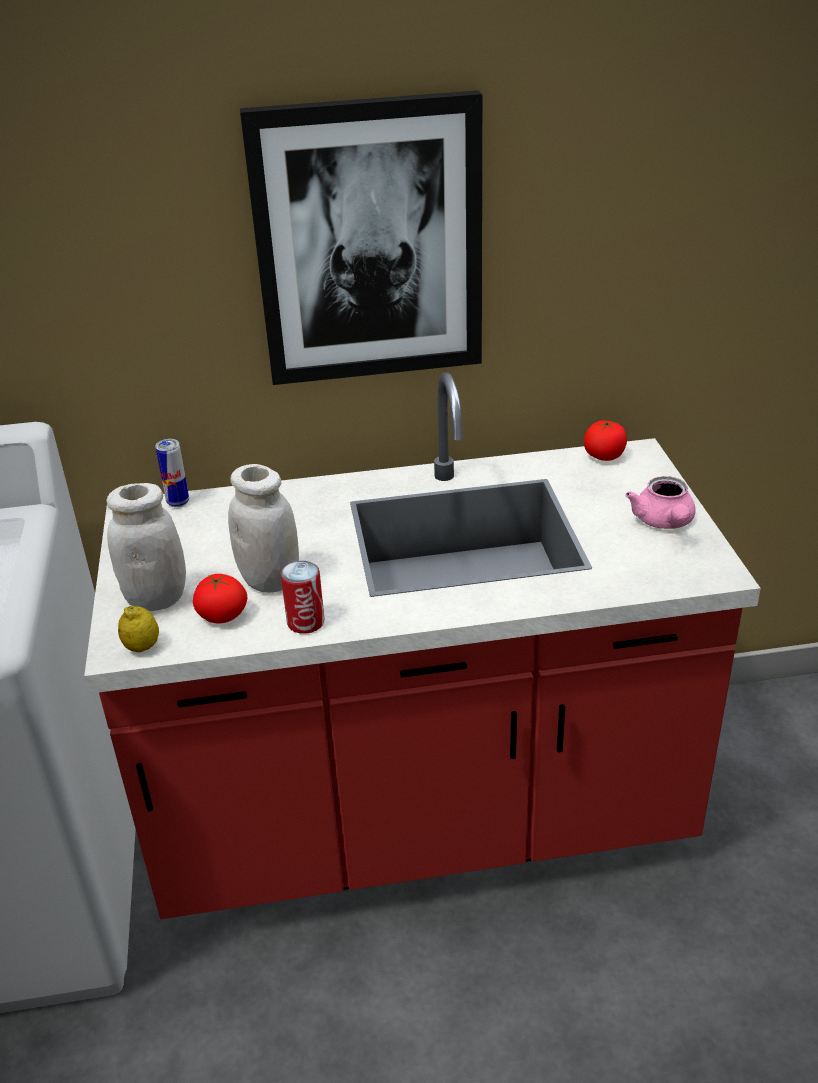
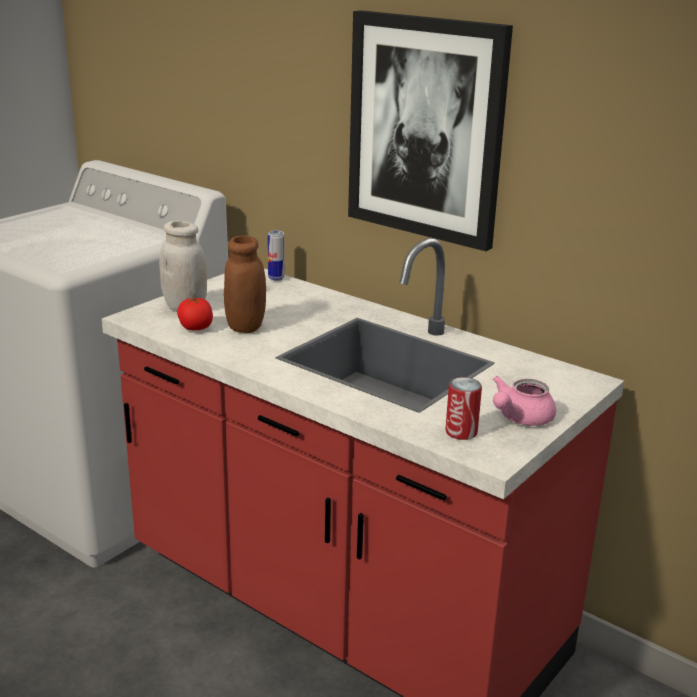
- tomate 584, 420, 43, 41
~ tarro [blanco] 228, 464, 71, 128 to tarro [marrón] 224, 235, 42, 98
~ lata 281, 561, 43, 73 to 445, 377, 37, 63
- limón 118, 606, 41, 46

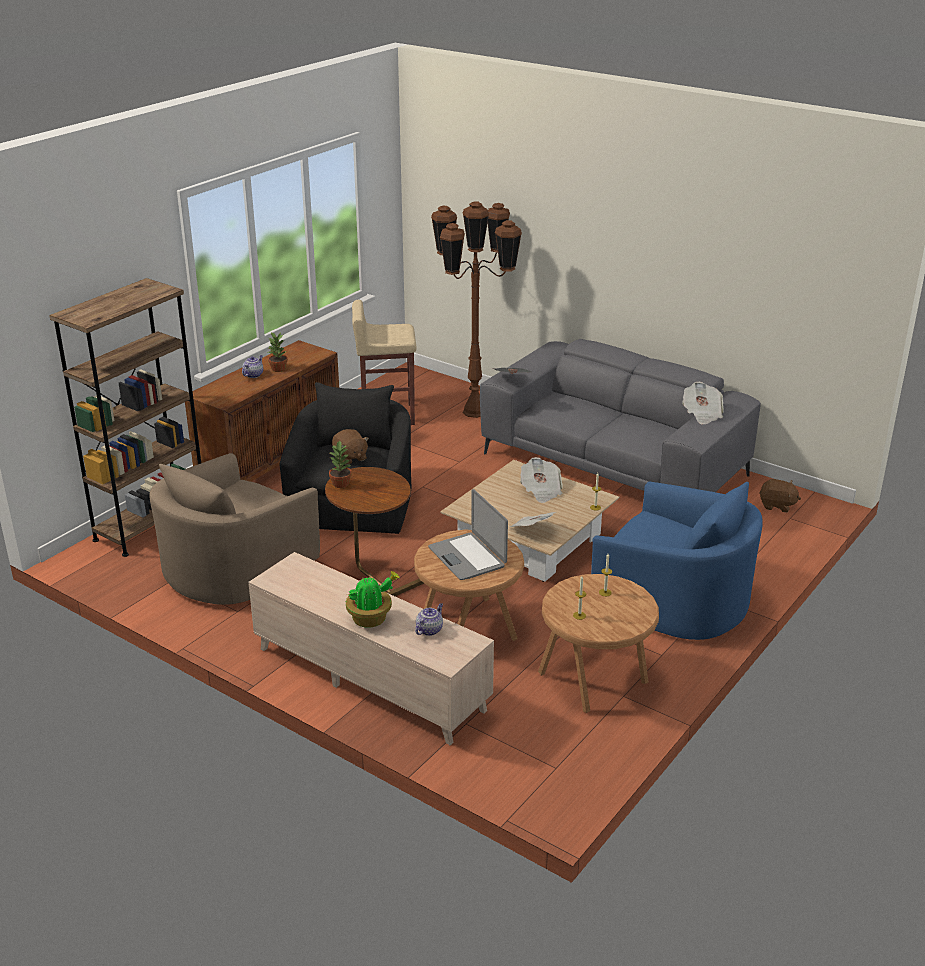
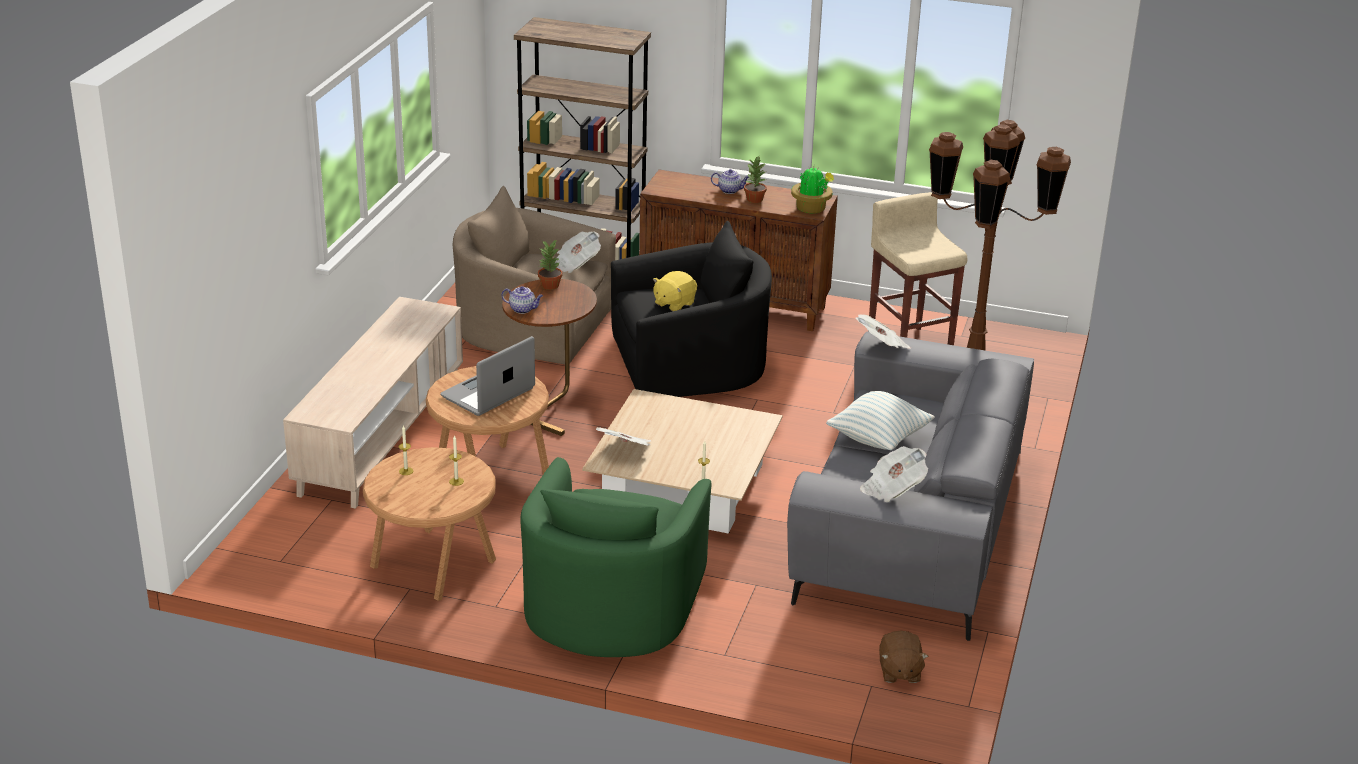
~ peluche [marrón] 332, 429, 37, 36 to peluche [amarillo] 653, 271, 44, 40
~ periódico 520, 457, 43, 46 to 554, 232, 47, 41
~ sillón [azul] 591, 481, 172, 159 to sillón [verde] 520, 457, 191, 200
~ planta en maceta 346, 571, 54, 57 to 791, 166, 43, 48
~ tetera 415, 603, 28, 33 to 502, 286, 41, 28
+ cojín 826, 391, 109, 59

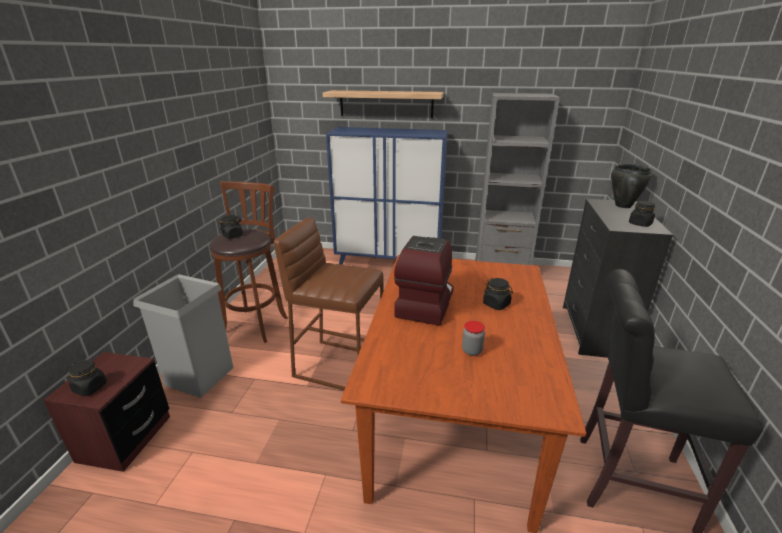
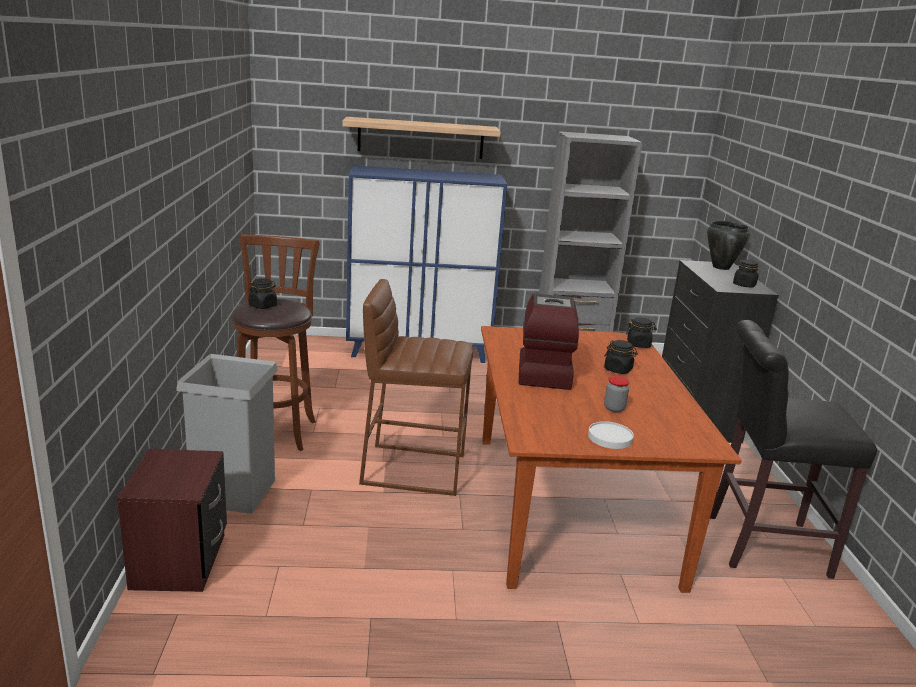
~ tarro [negro] 69, 360, 38, 36 to 626, 318, 31, 30
+ plato [blanco] 588, 421, 46, 28

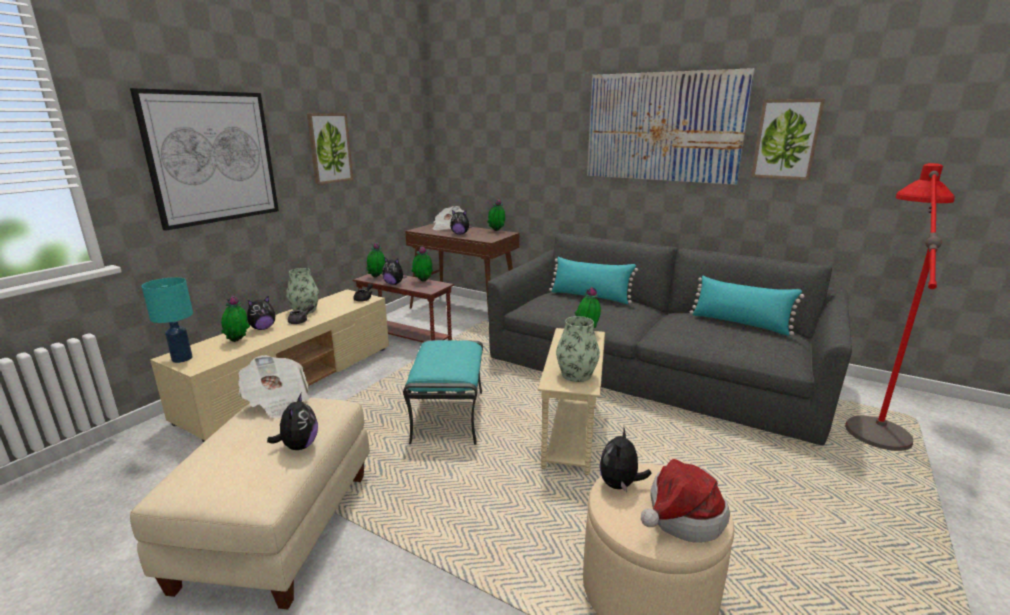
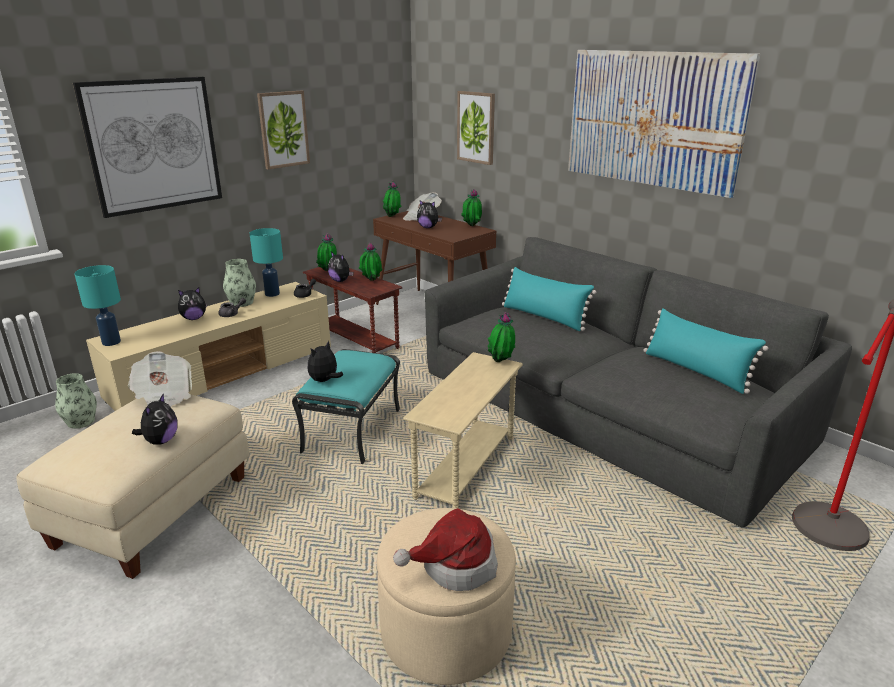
~ cuadro 751, 99, 74, 81 to 457, 91, 38, 74
~ planta en maceta 221, 296, 29, 46 to 383, 181, 19, 36
~ florero 556, 316, 44, 66 to 55, 373, 42, 56
~ peluche 600, 428, 51, 64 to 308, 340, 35, 42
+ lámpara de mesa [turquesa] 249, 228, 34, 69

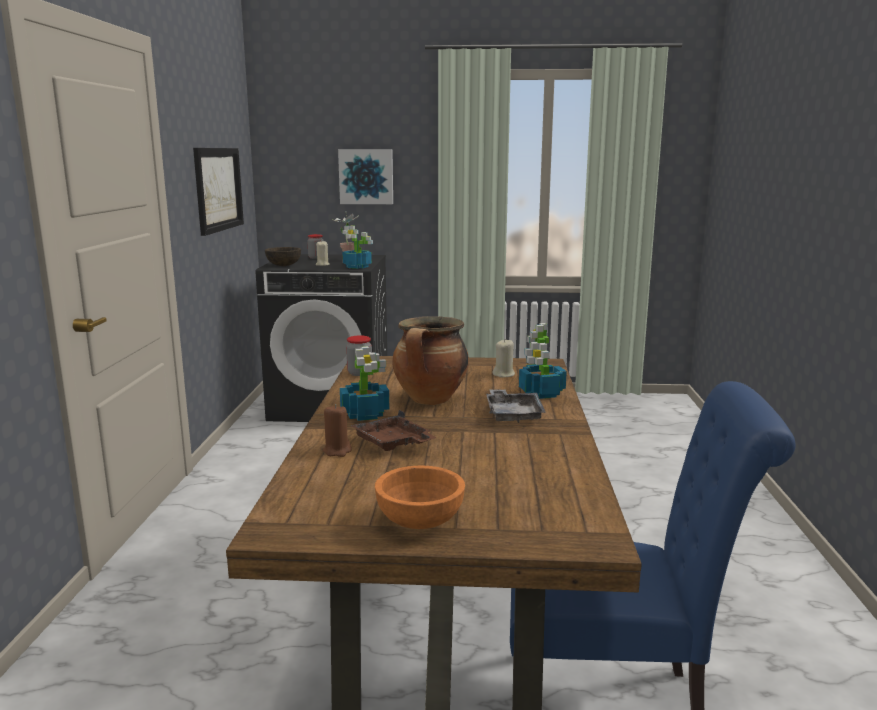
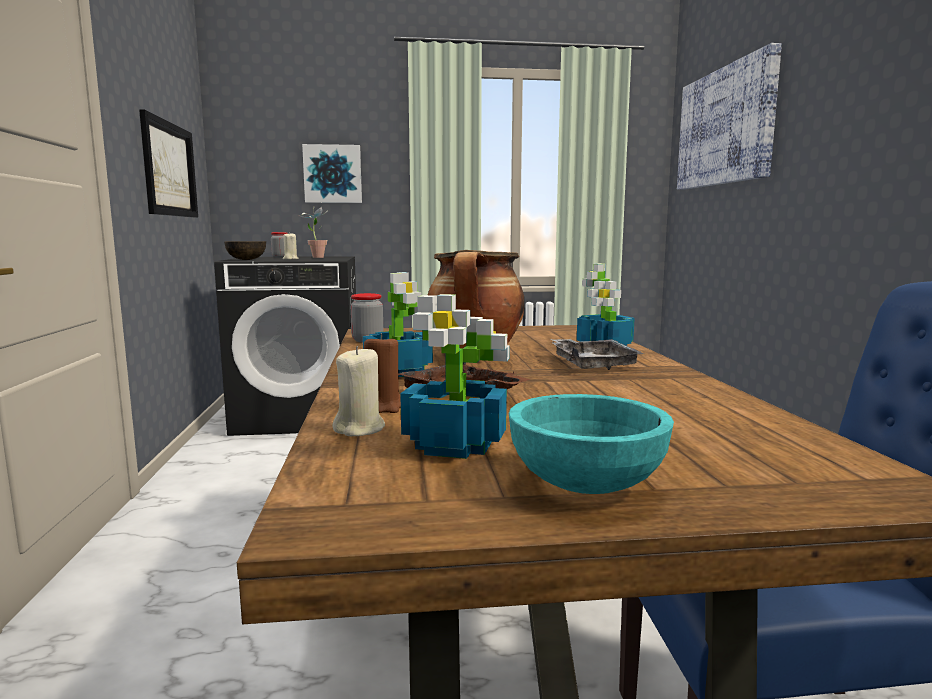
~ planta en maceta 342, 225, 31, 44 to 400, 294, 110, 165
~ vela [beis] 492, 340, 23, 37 to 332, 346, 53, 90
~ cuenco [naranja] 375, 466, 90, 63 to cuenco [turquesa] 509, 394, 165, 100
+ cuadro 677, 43, 105, 147

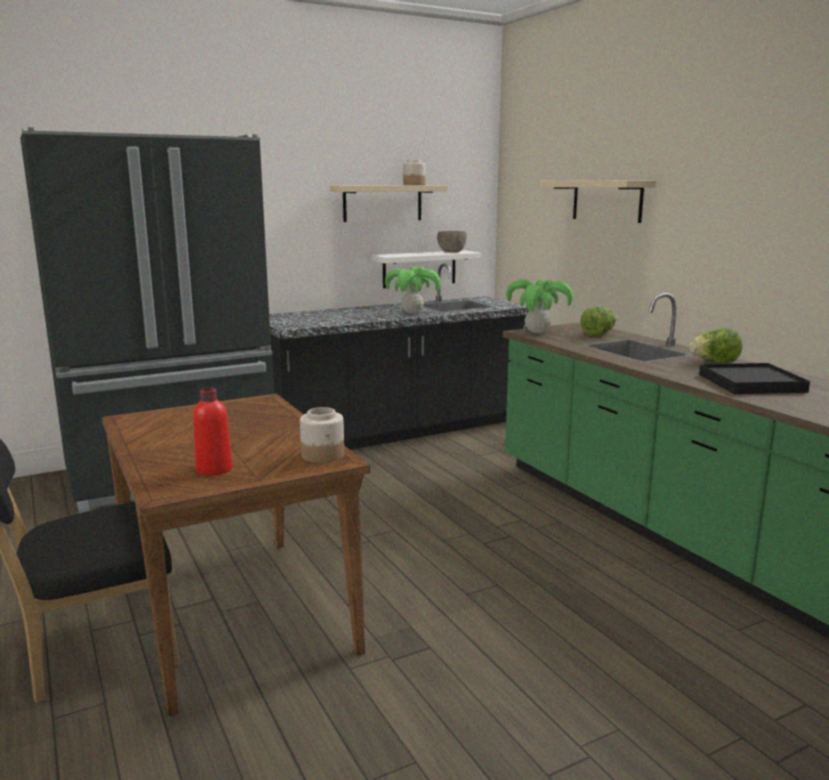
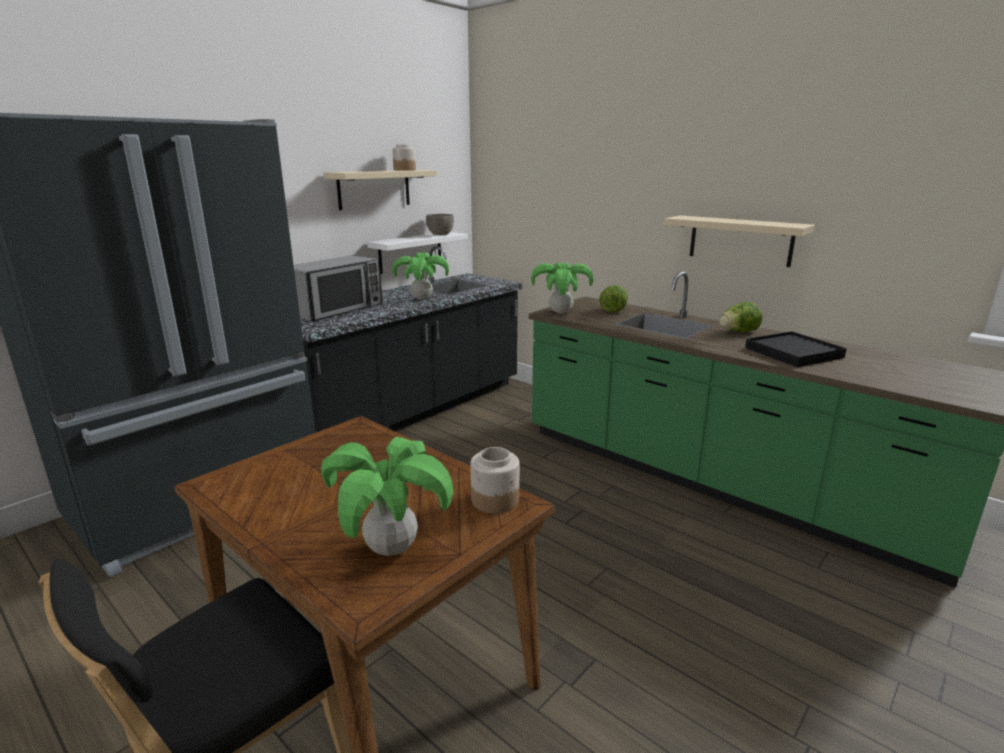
~ estante [beis] 540, 180, 116, 43 to 663, 216, 152, 51
~ botella [rojo] 193, 388, 40, 87 to planta en maceta 321, 437, 133, 119
+ microondas 294, 255, 89, 66

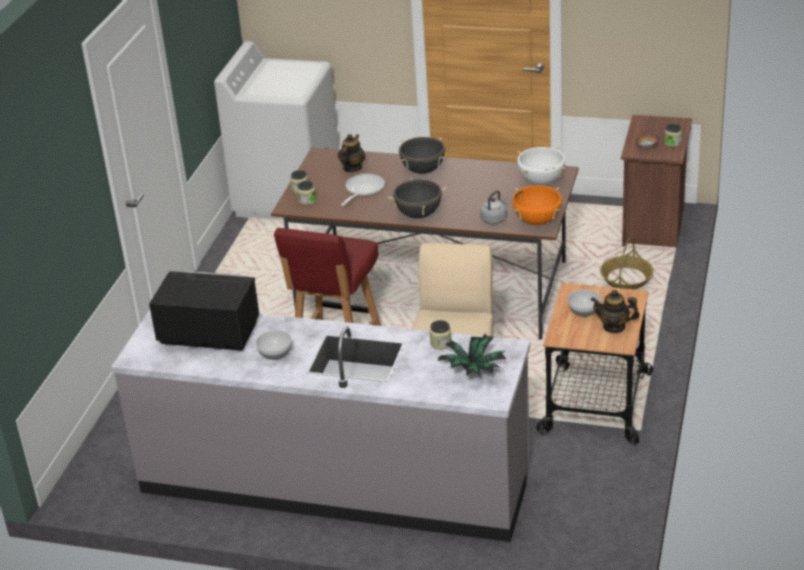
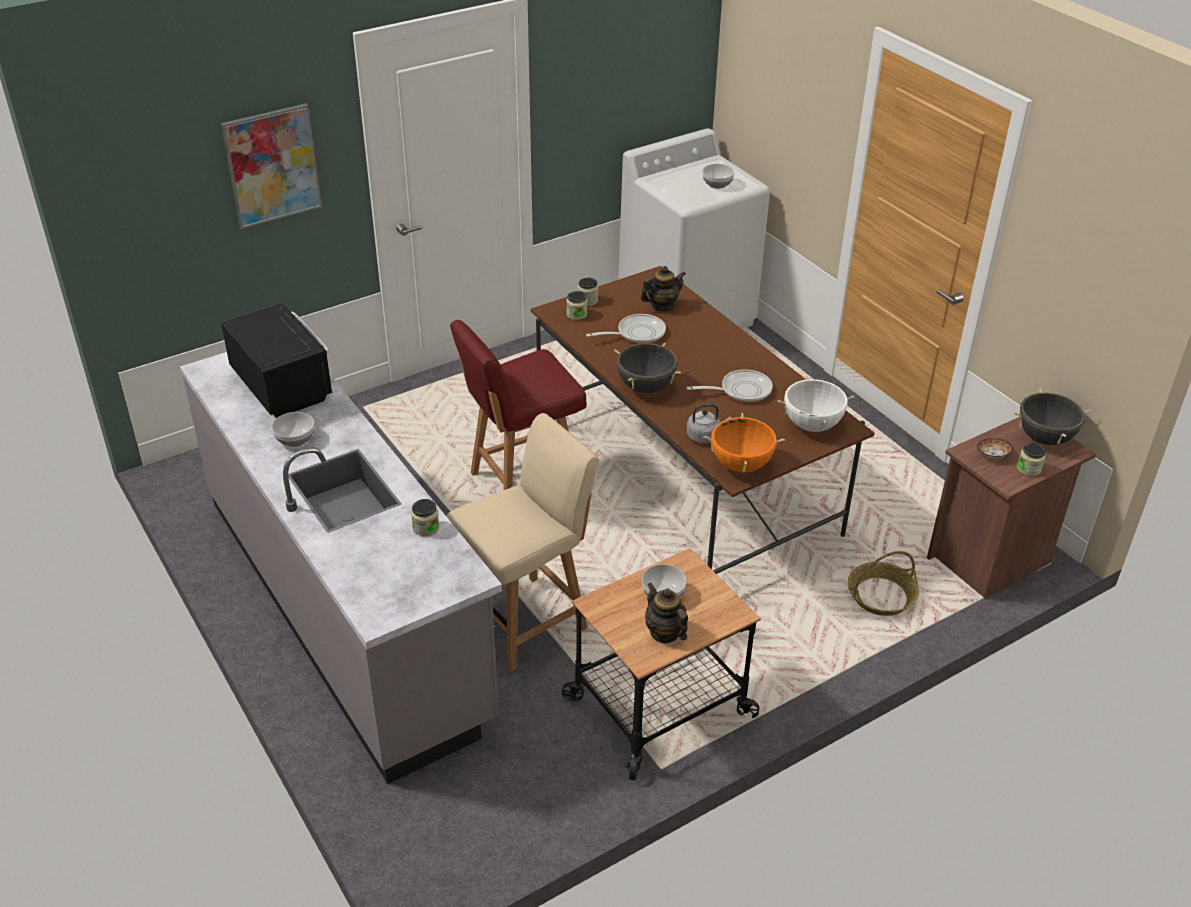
~ olla [negro] 399, 137, 46, 37 to 1014, 389, 77, 56
- planta en maceta 437, 333, 69, 43
+ cuadro 221, 103, 101, 126
+ cuenco 703, 164, 32, 25
+ sartén 686, 369, 87, 33

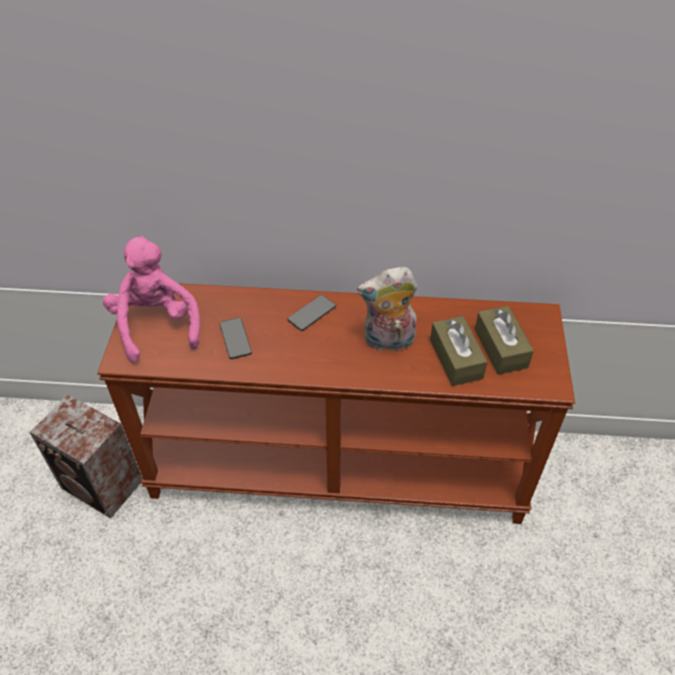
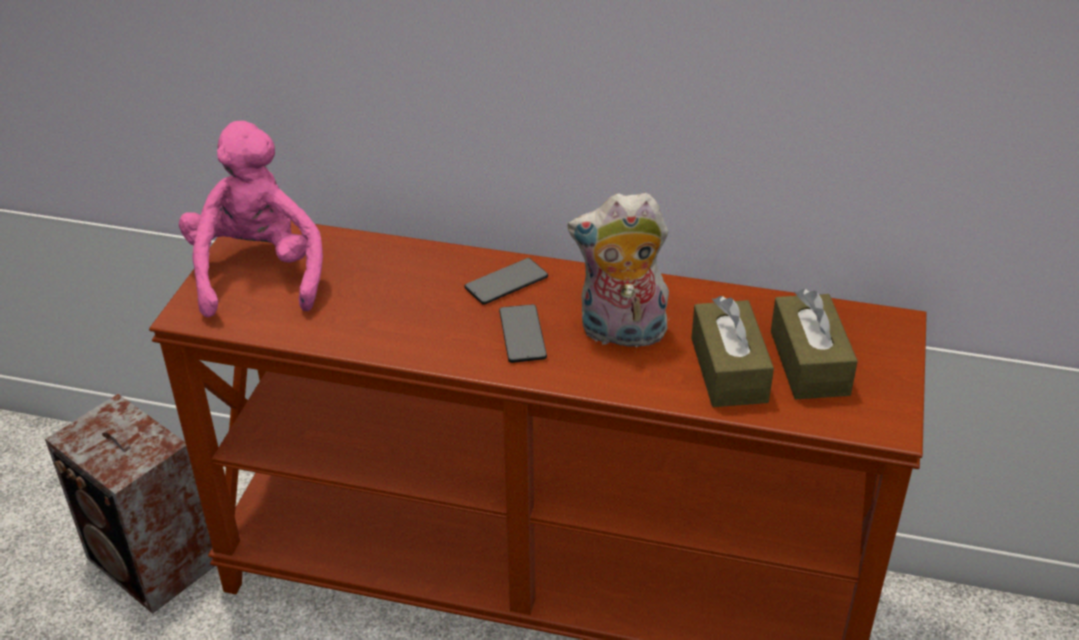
~ móvil 220, 318, 32, 41 to 499, 304, 48, 59

